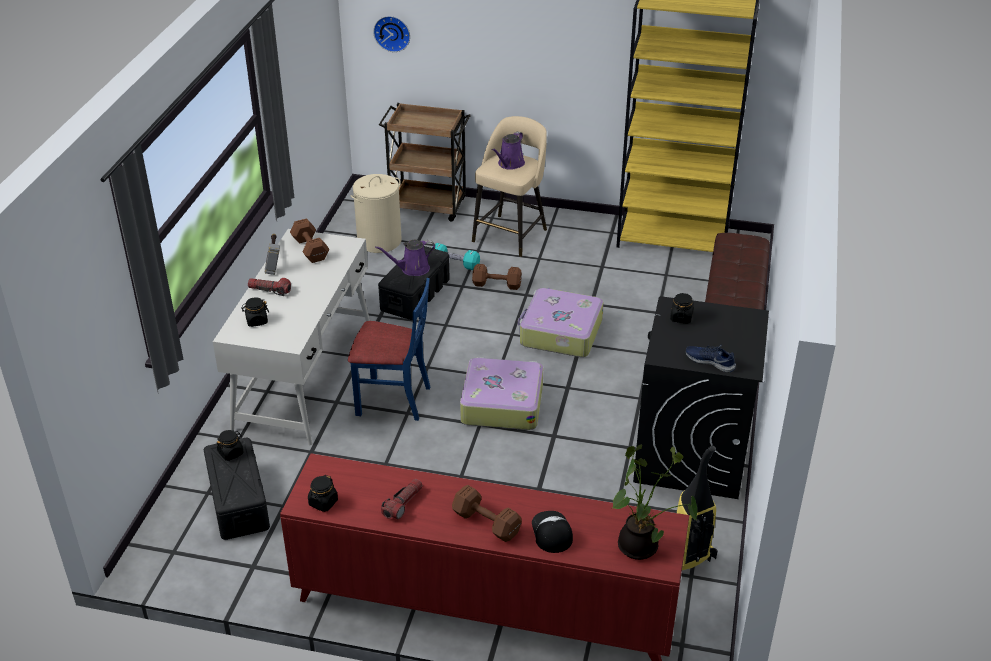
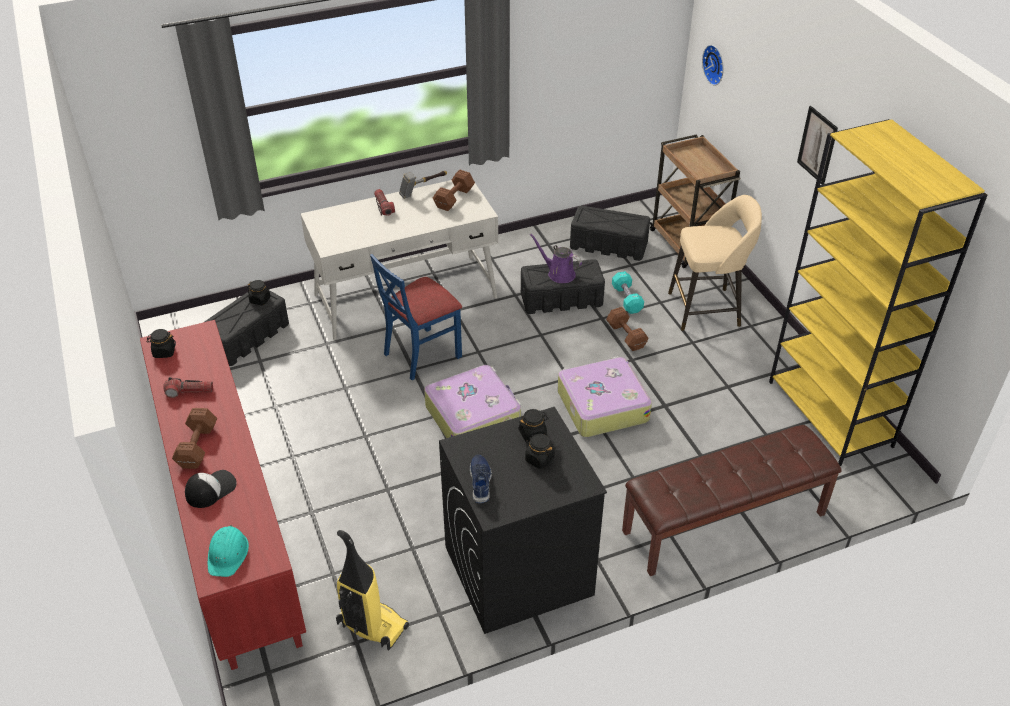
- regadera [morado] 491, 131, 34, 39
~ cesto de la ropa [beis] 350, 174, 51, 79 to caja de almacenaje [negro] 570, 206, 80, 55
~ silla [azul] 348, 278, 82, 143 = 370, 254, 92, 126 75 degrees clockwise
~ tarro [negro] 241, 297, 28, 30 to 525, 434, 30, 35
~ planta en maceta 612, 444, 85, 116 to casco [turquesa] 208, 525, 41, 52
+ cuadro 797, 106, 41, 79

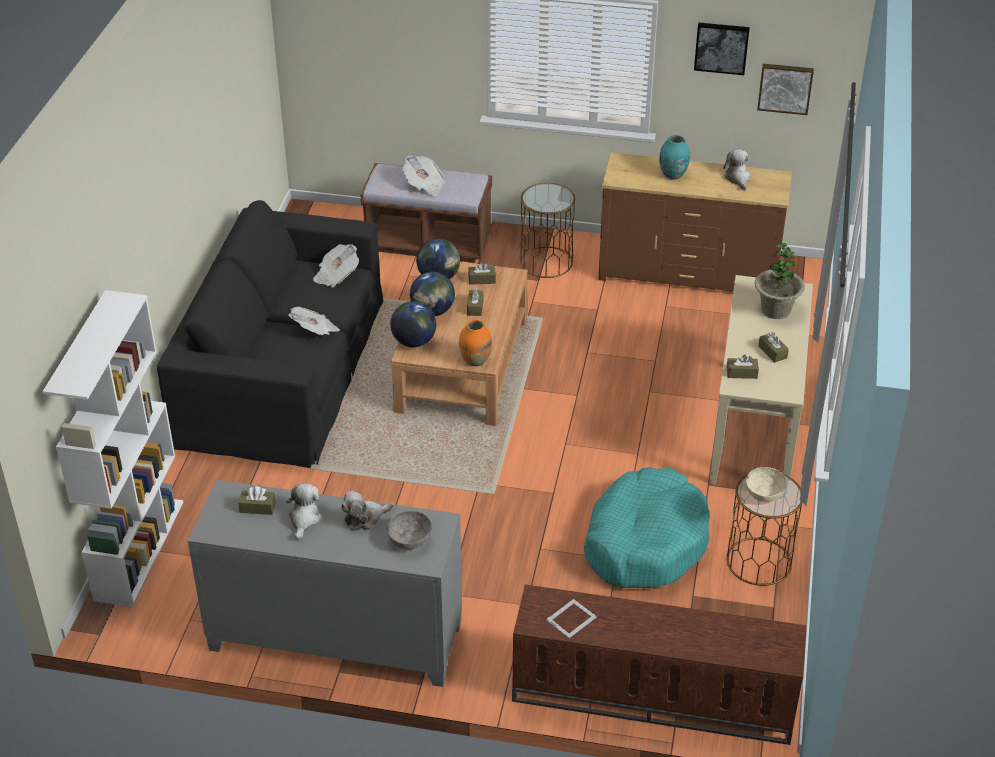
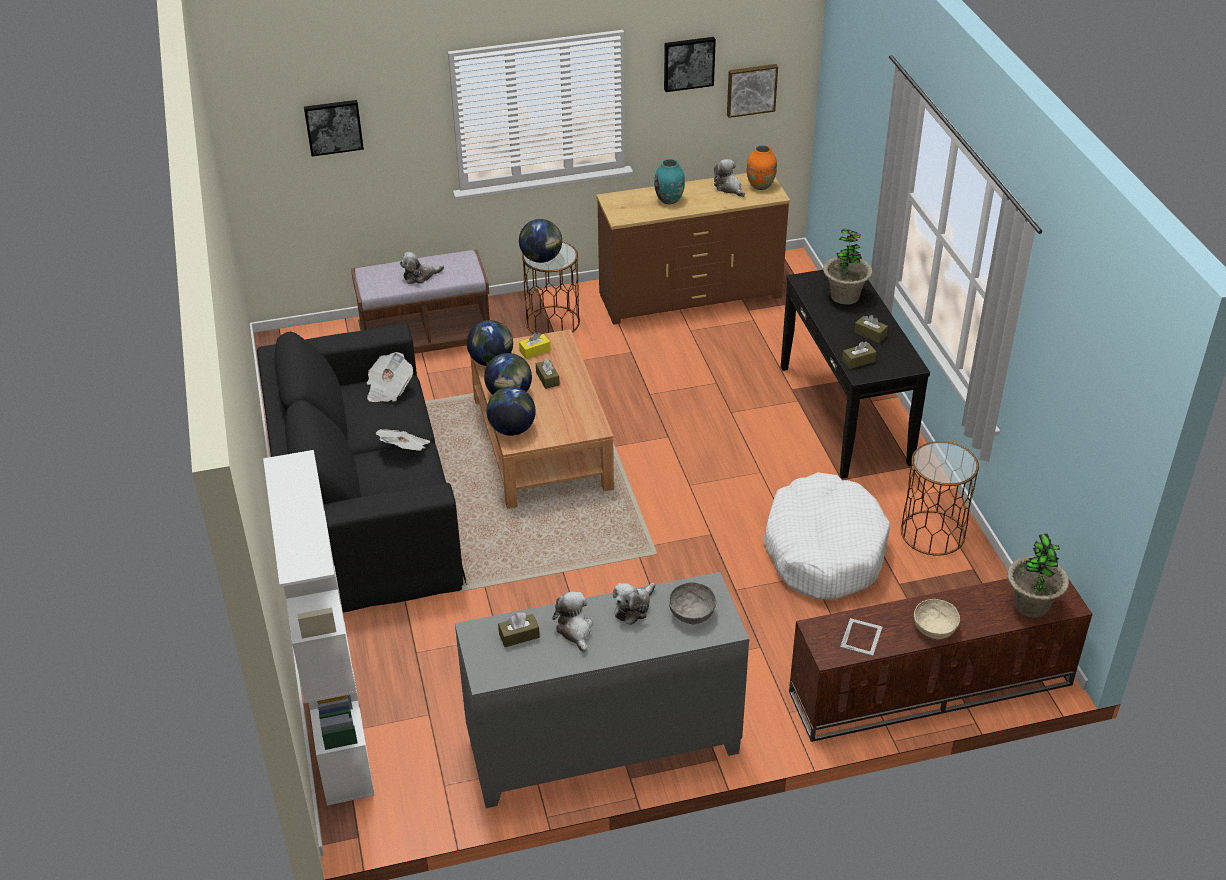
~ periódico 402, 155, 44, 41 to peluche 400, 252, 44, 32
~ caja de pañuelos [marrón] 468, 262, 28, 23 to caja de pañuelos [amarillo] 519, 332, 32, 27
~ mesa consola [beis] 709, 275, 104, 210 to mesa consola [negro] 781, 270, 149, 208
~ florero [naranja] 459, 320, 33, 46 to 747, 145, 30, 45
~ cama para perro [turquesa] 584, 467, 126, 121 to cama para perro [blanco] 763, 472, 127, 128
~ cuenco [beis] 746, 467, 41, 35 to 914, 599, 46, 40
+ cuadro 304, 100, 60, 56
+ globo terráqueo 519, 219, 43, 44
+ planta en maceta 1007, 534, 62, 84

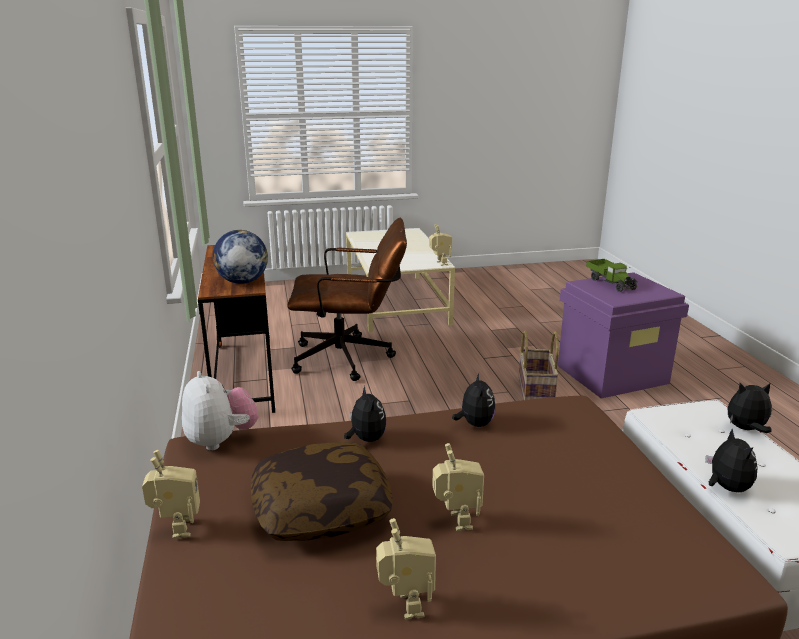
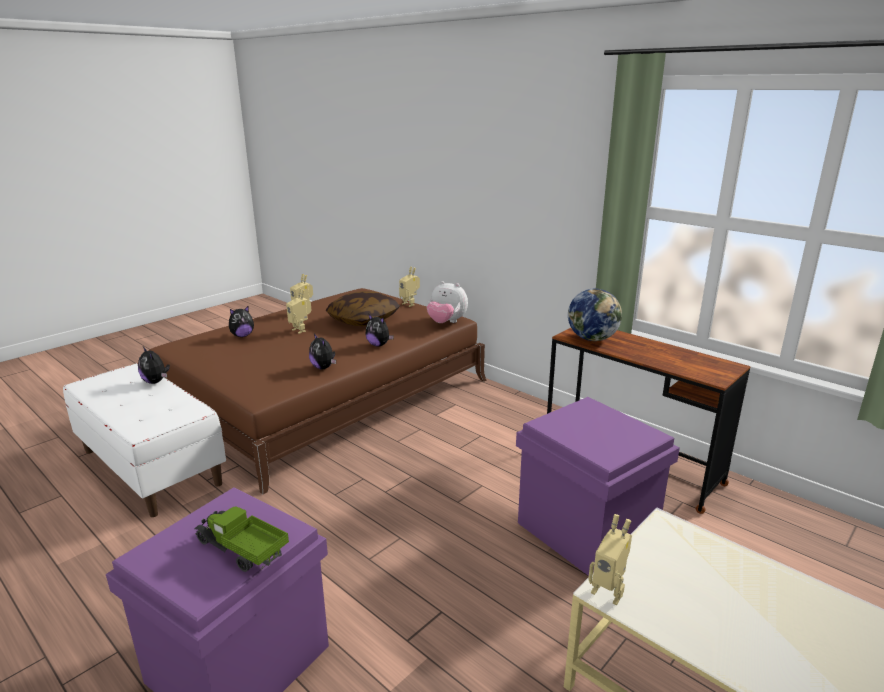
~ silla de oficina [marrón] 287, 218, 120, 163 to caja de almacenaje [morado] 516, 397, 164, 179
- cesta 519, 331, 40, 69
~ peluche 728, 383, 44, 50 to 229, 306, 25, 31

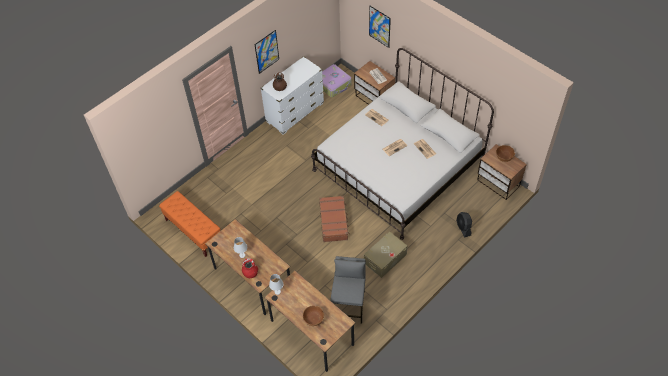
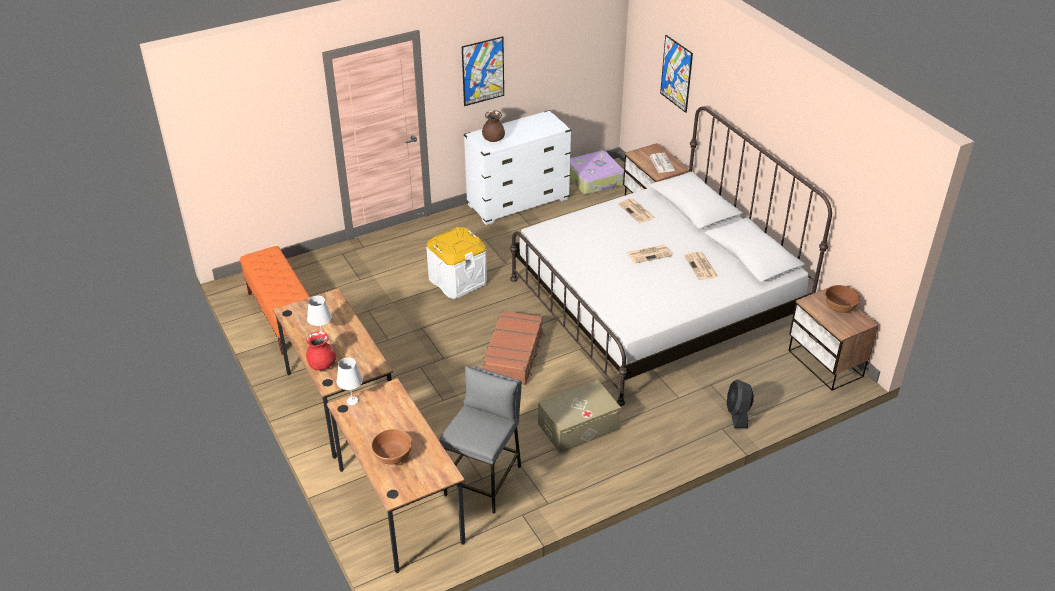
+ caja de almacenaje [blanco] 426, 227, 61, 72

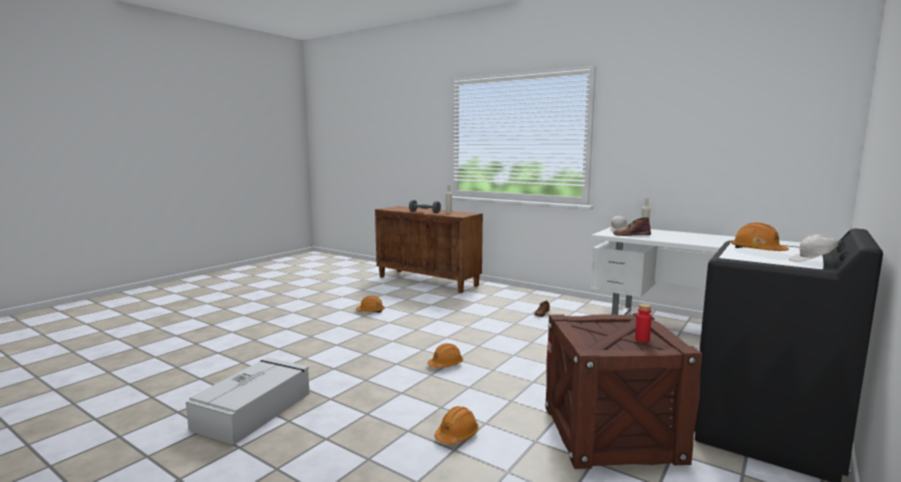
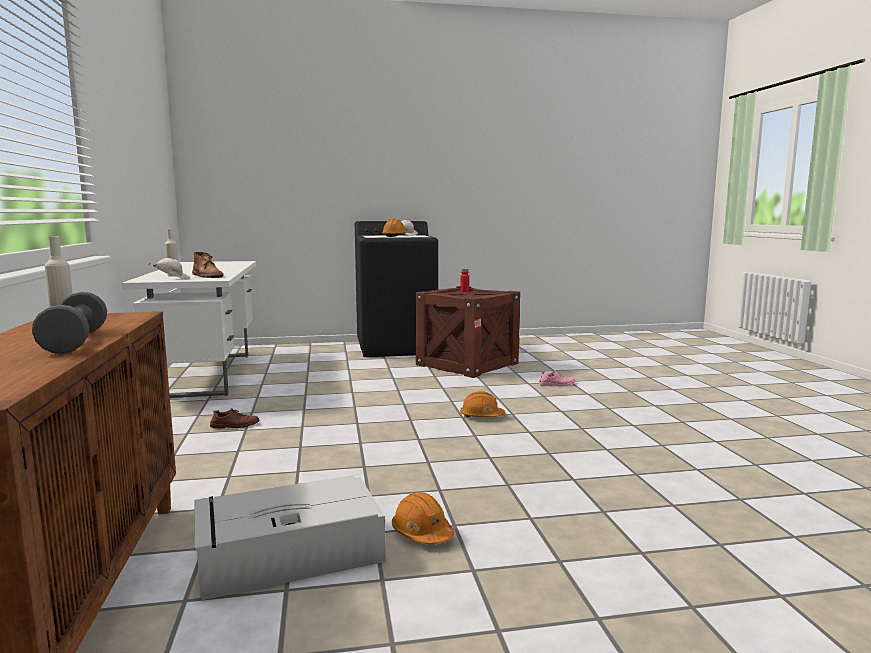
~ caja de almacenaje [gris] 186, 357, 124, 88 to 195, 475, 190, 126
~ casco [naranja] 435, 406, 44, 38 to zapato [rosa] 539, 370, 37, 16

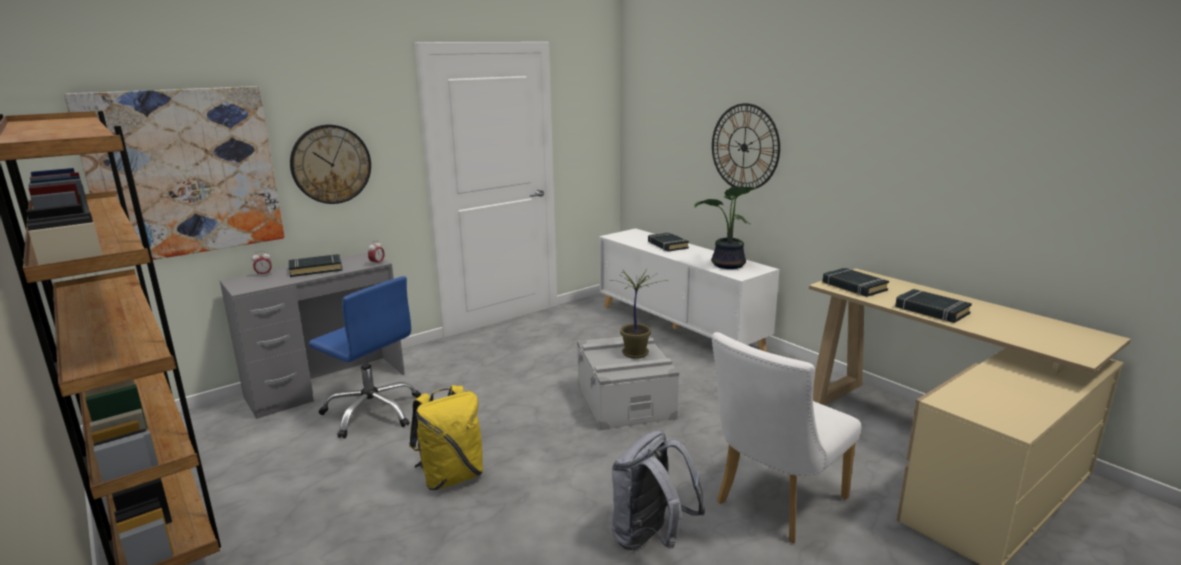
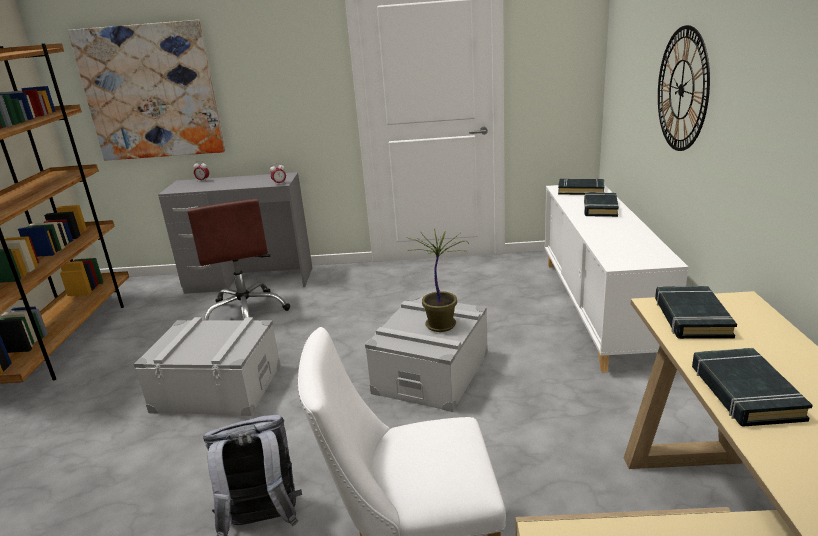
- reloj de pared 290, 125, 81, 79
- planta en maceta 694, 186, 63, 83
~ libro [negro] 289, 254, 54, 23 to 558, 178, 47, 17
~ silla de oficina [azul] 309, 276, 112, 162 to silla de oficina [marrón] 188, 199, 102, 122
~ mochila [amarillo] 409, 385, 74, 105 to caja de almacenaje [gris] 134, 317, 147, 99

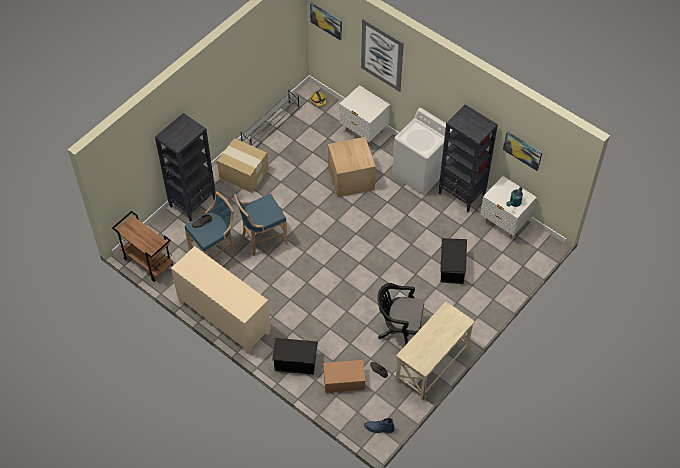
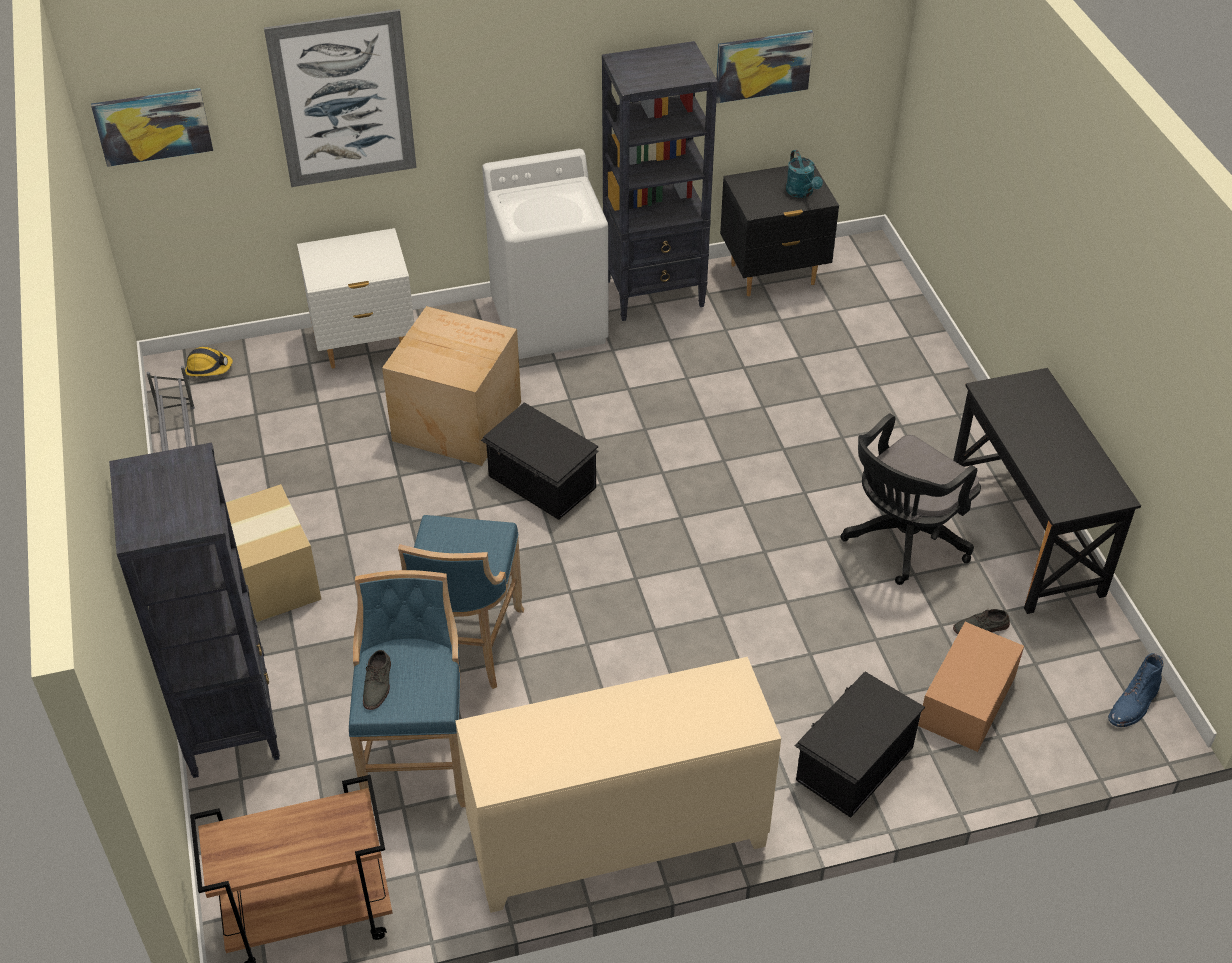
~ mesita de noche [blanco] 480, 176, 57, 62 to mesita de noche [negro] 720, 166, 119, 130
~ caja de almacenaje [negro] 440, 238, 27, 46 to 481, 402, 118, 118
~ escritorio [beis] 395, 301, 80, 100 to escritorio [negro] 953, 368, 188, 246

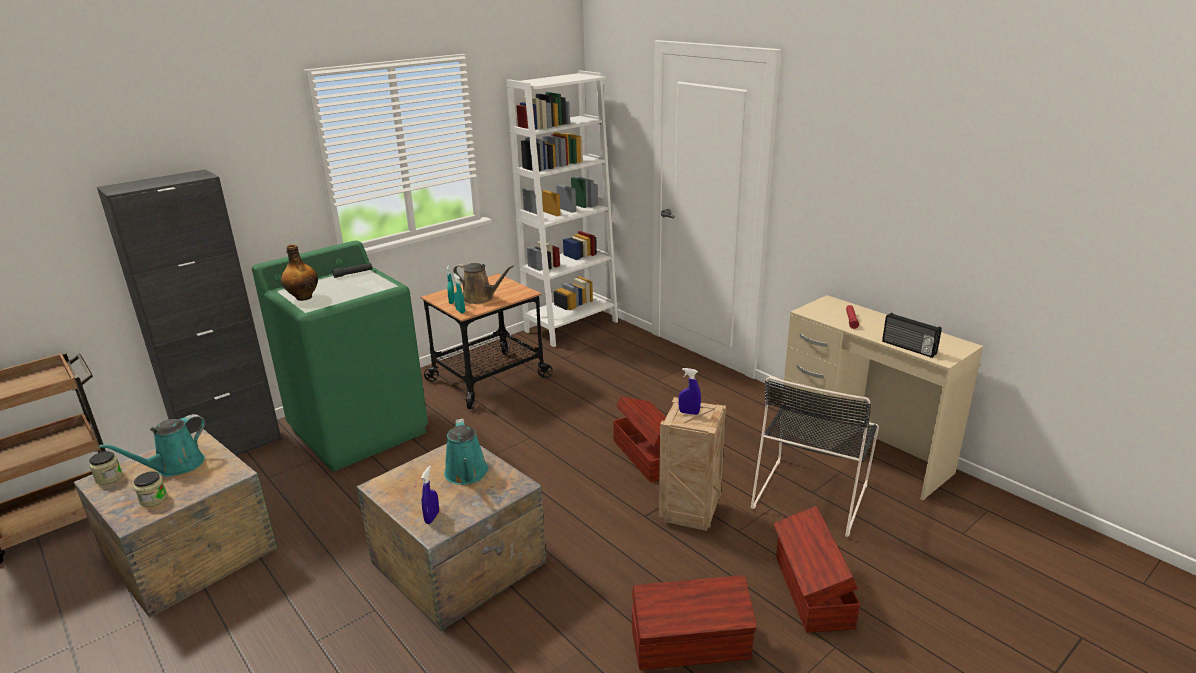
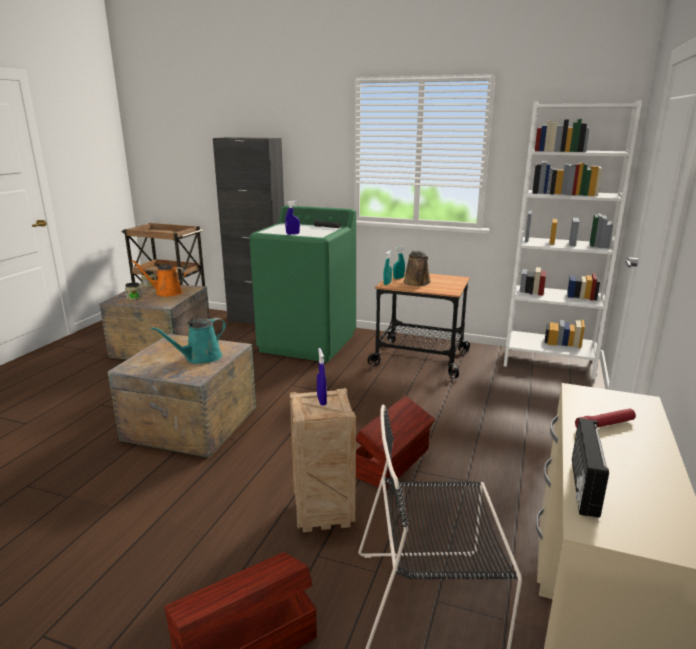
- botella 281, 244, 37, 57
~ regadera [turquesa] 99, 414, 106, 63 to regadera [naranja] 131, 260, 55, 37
~ pulverizador [azul] 421, 466, 18, 58 to 285, 201, 15, 34
- caja de almacenaje [marrón] 631, 575, 126, 95

